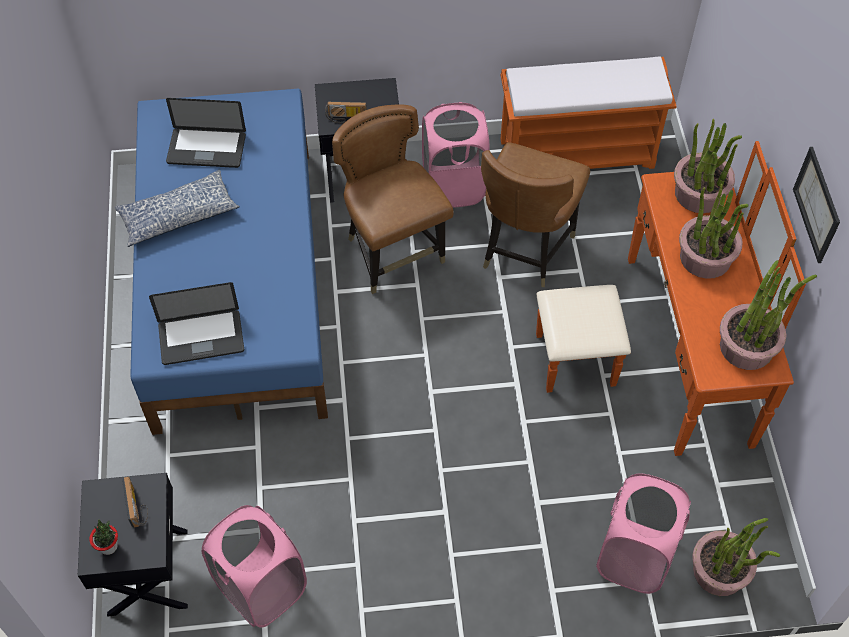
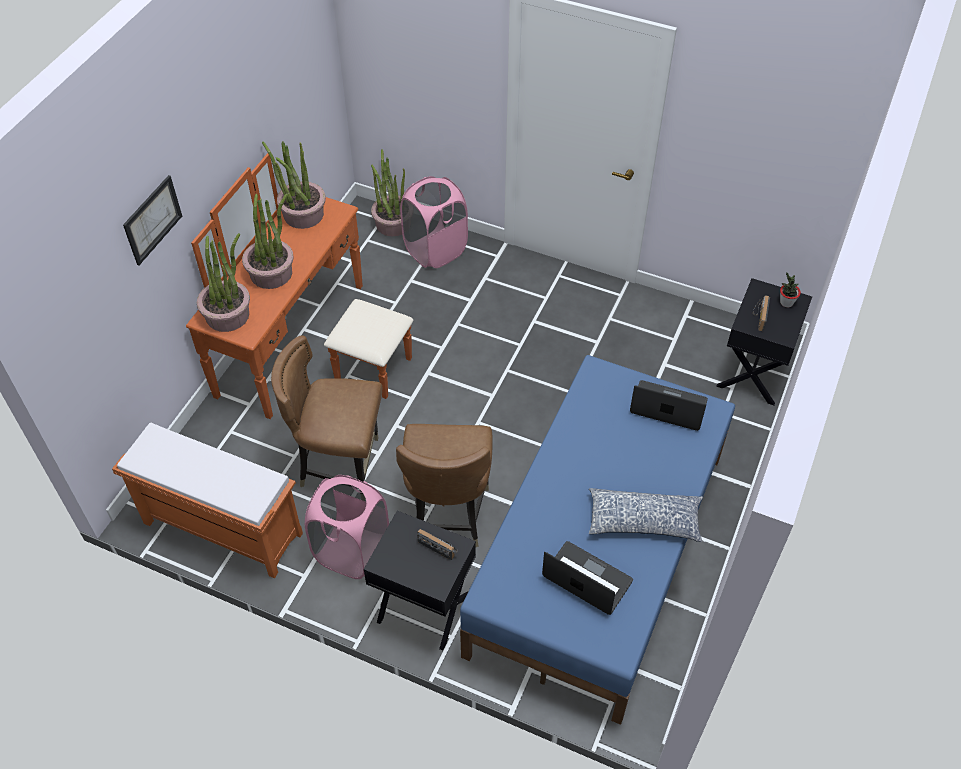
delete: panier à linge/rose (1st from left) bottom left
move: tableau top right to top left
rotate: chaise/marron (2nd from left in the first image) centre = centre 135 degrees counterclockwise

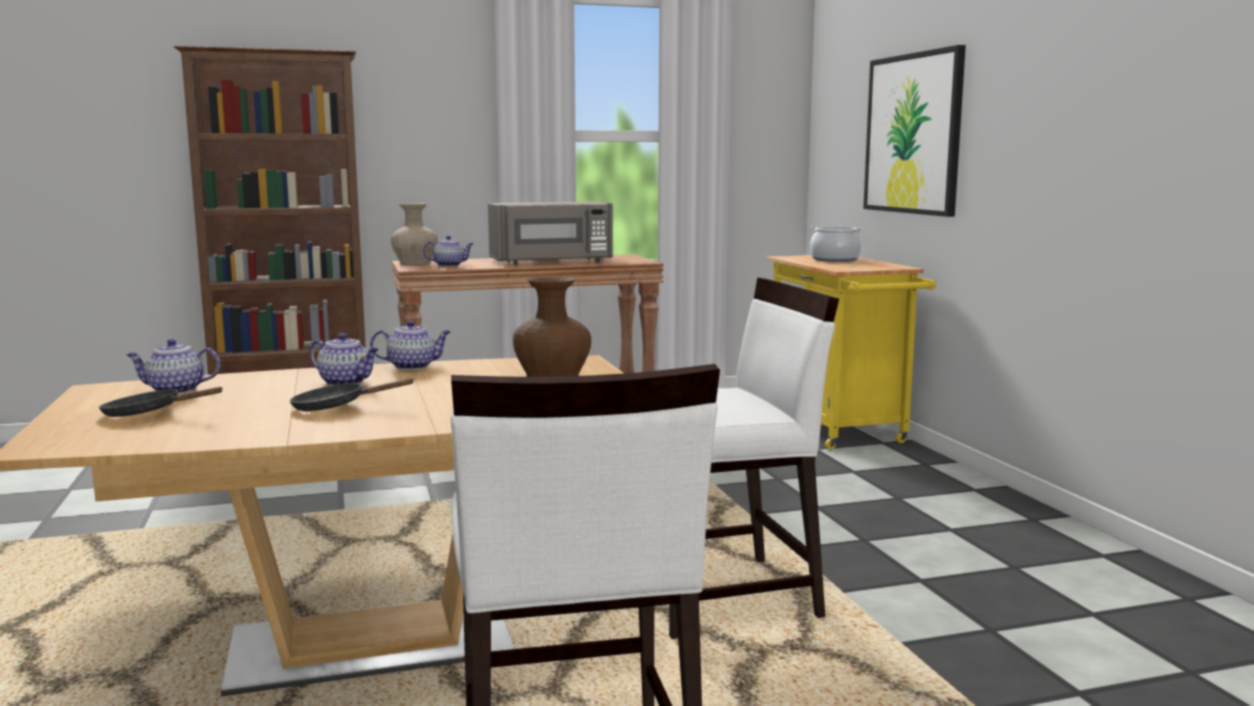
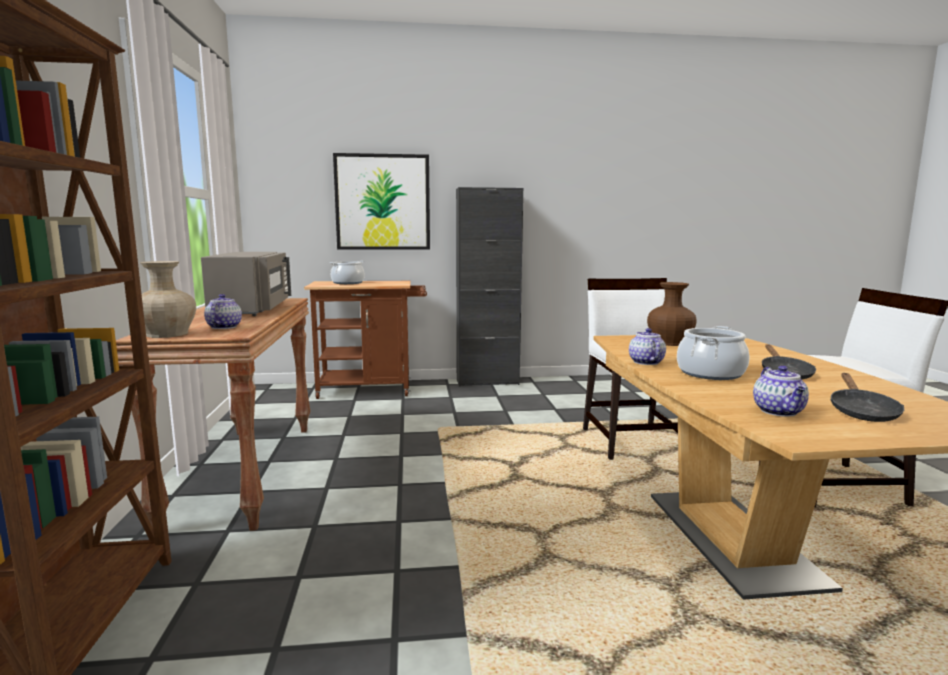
insert: meuble de rangement/noir centre
replace: théière (2nd from left) middle left to marmite (2nd from left) middle right
recolor: chariot/jaune middle right to chariot/marron centre

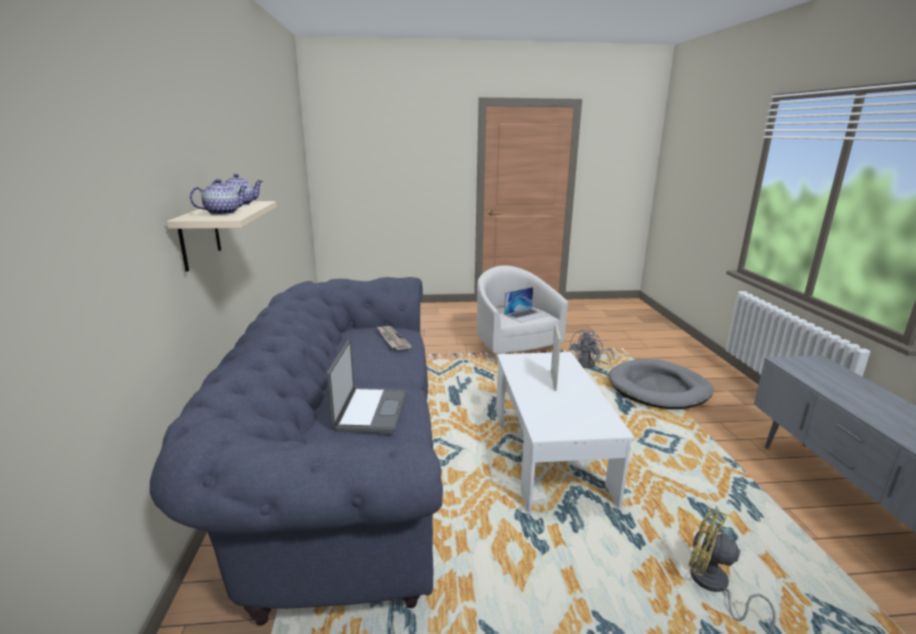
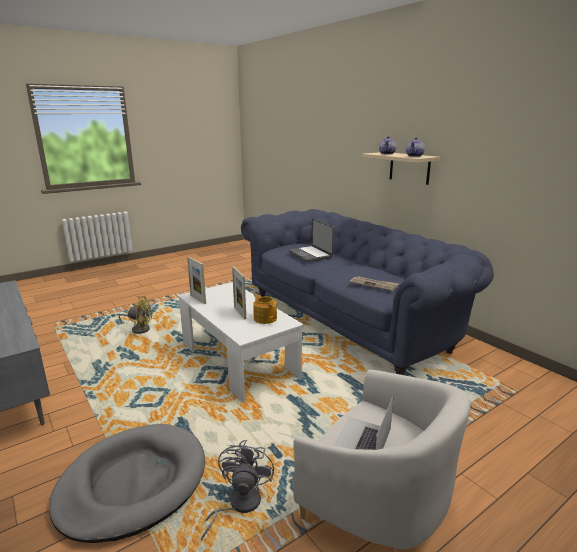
insert: cadre photo (1st from left) centre; théière (1st from left) centre

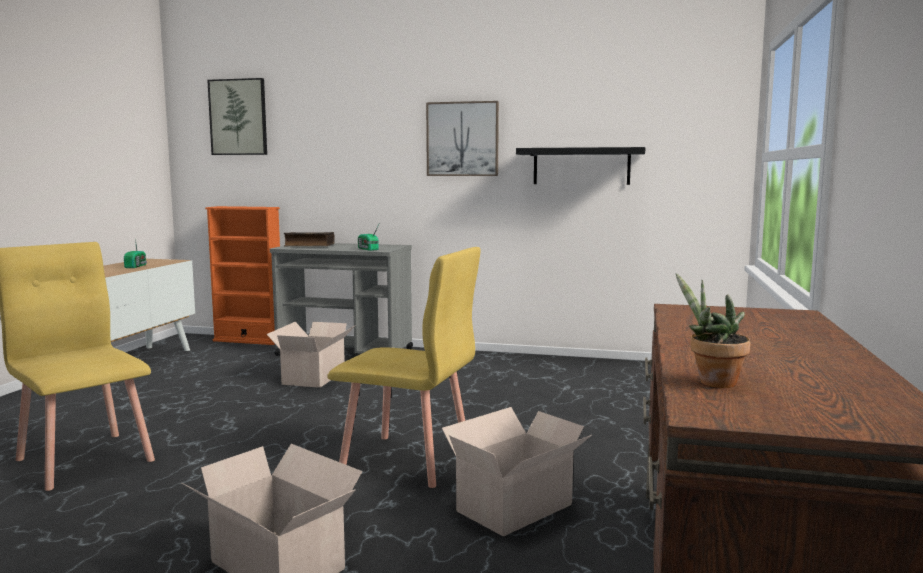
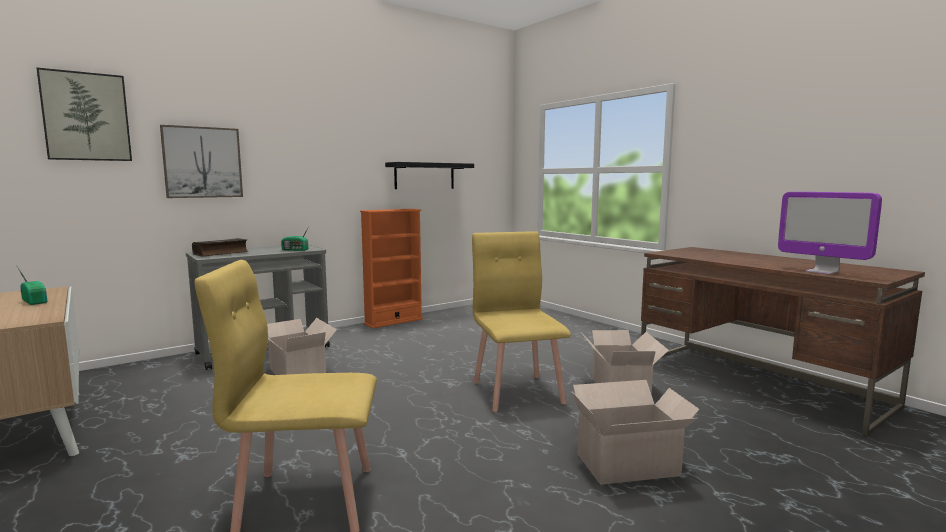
move: tableau (2nd from left) top centre to top left; bibliothèque/orange middle left to centre
replace: plante en pot middle right to écran d'ordinateur middle right
rotate: chaise/jaune (2nd from left) centre = centre 75 degrees counterclockwise

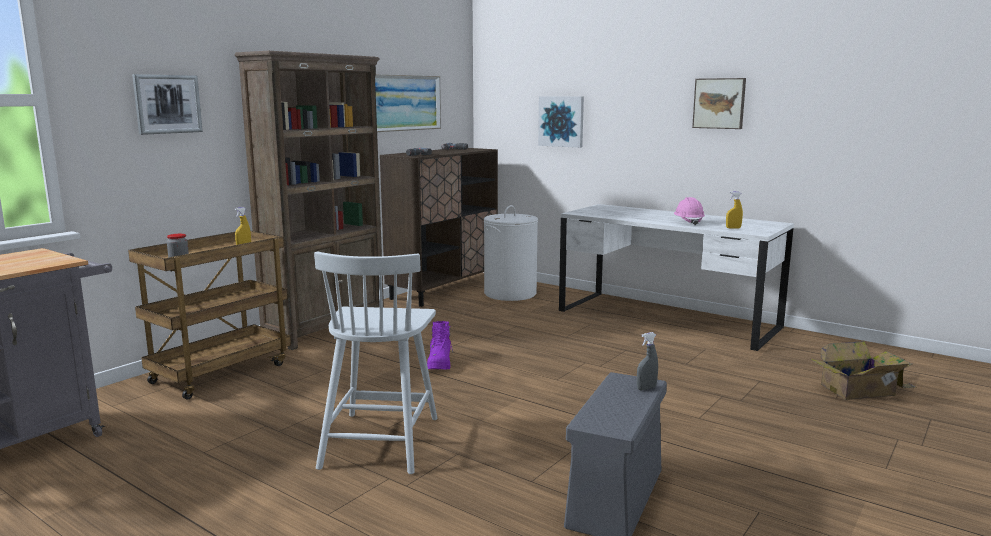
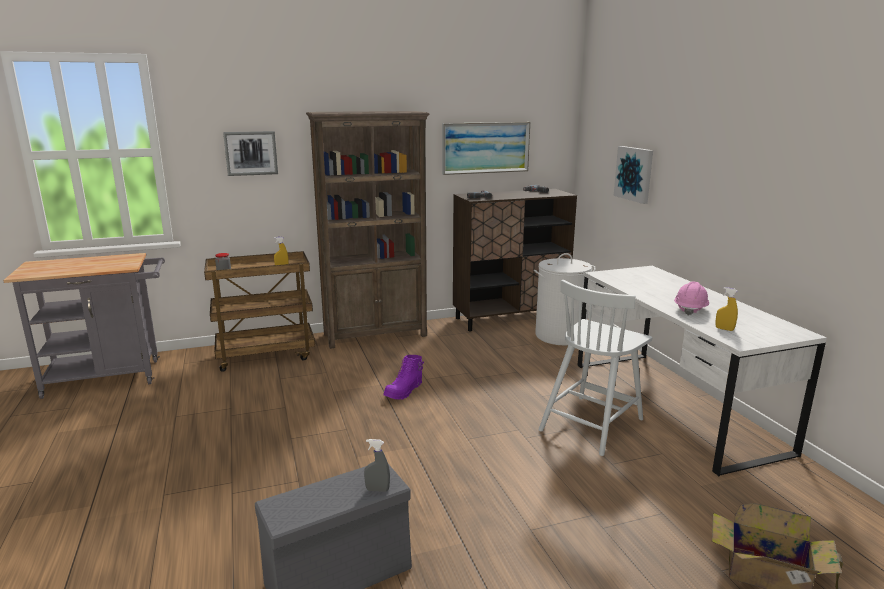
delete: tableau (4th from left) top right
move: chaise/blanc bottom centre to middle right

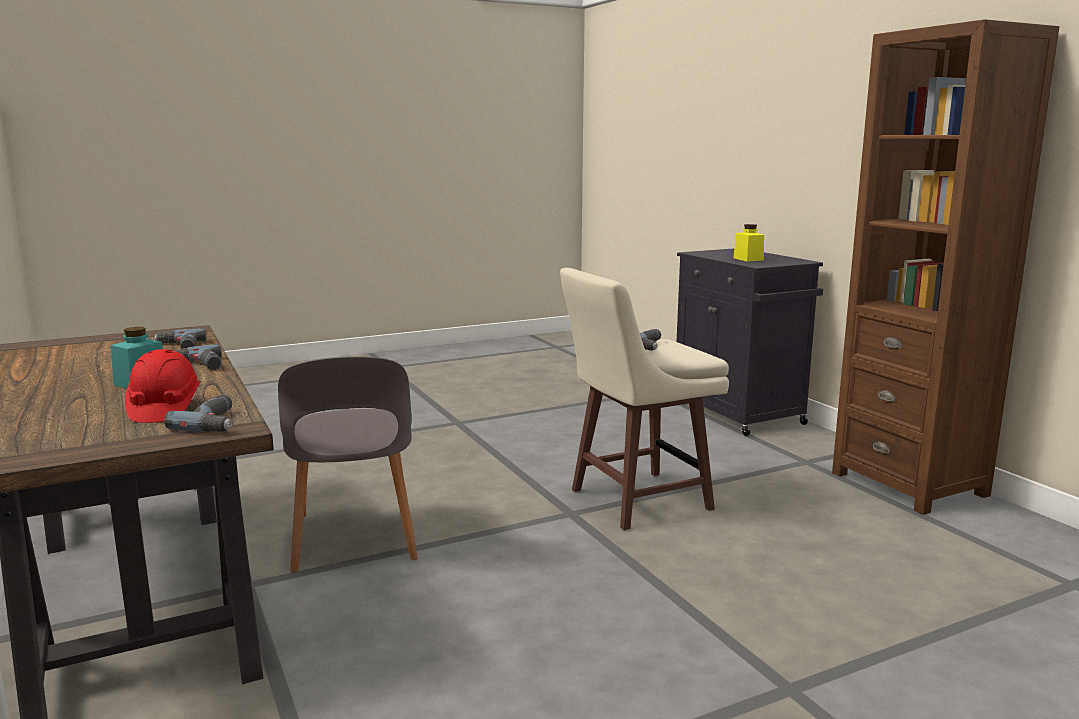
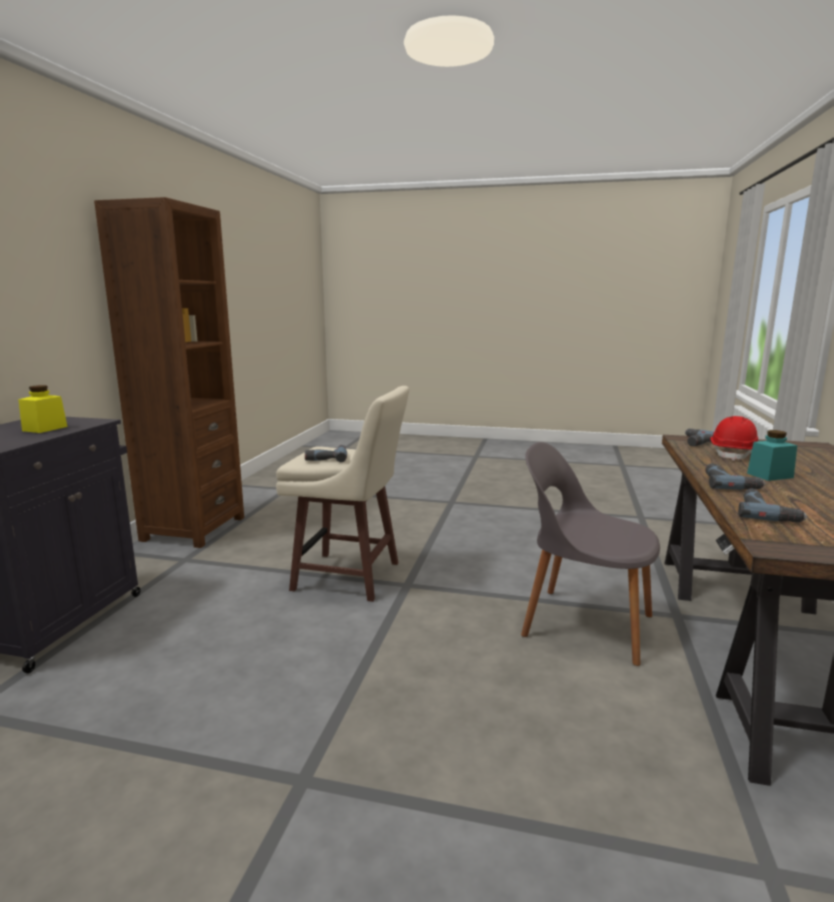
rotate: chaise/gris middle left = middle right 90 degrees counterclockwise

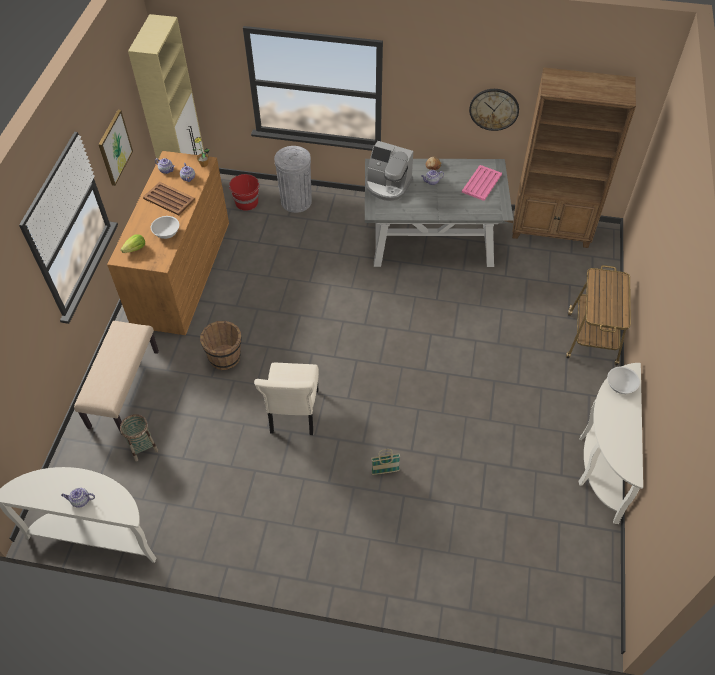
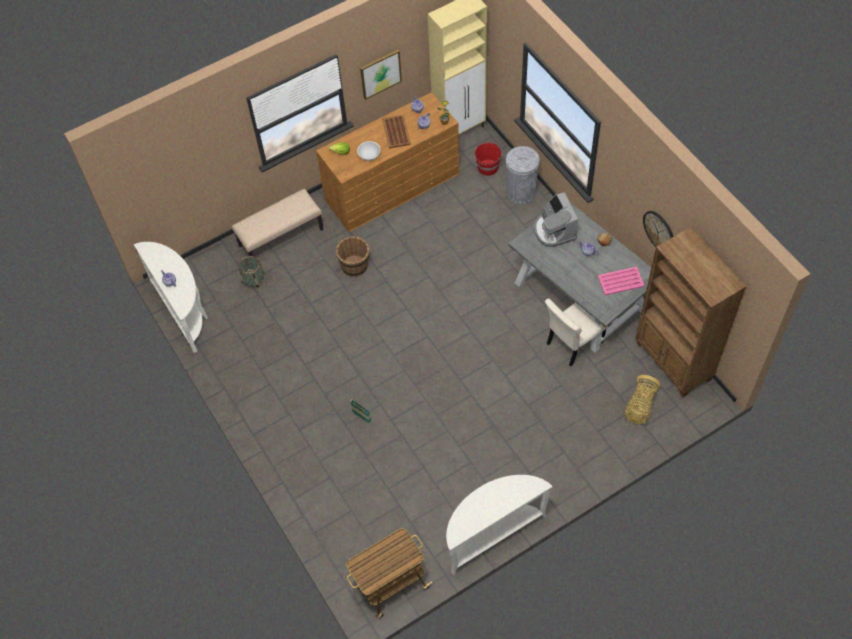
delete: bol/blanc (2nd from left) middle right
insert: panier (3rd from left) middle right
move: chariot middle right to bottom centre; chaise/beige centre to middle right

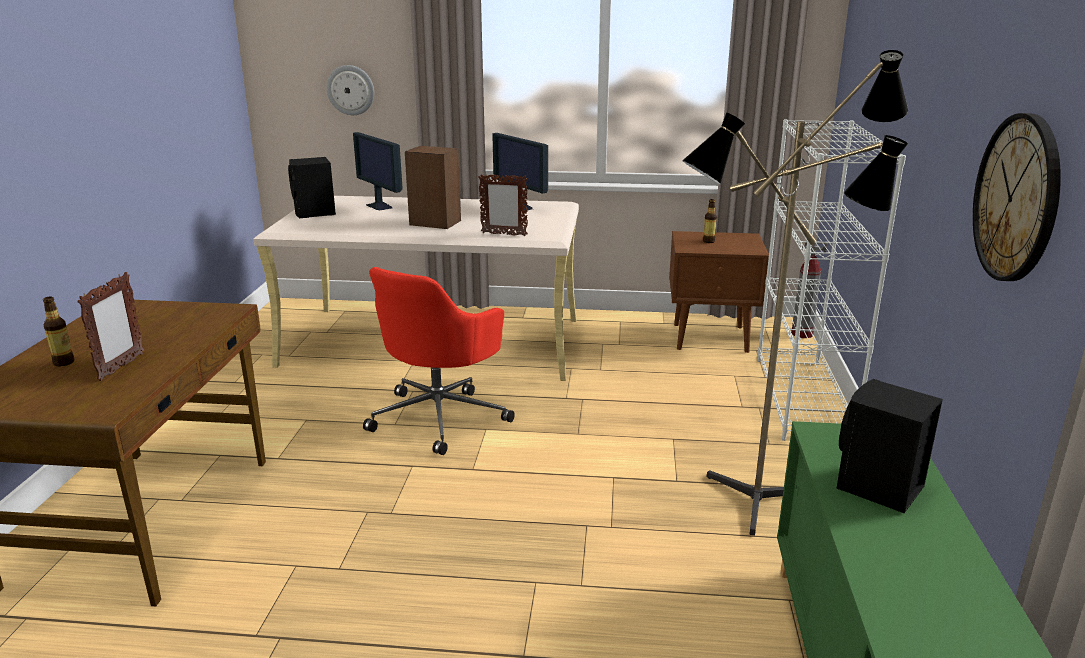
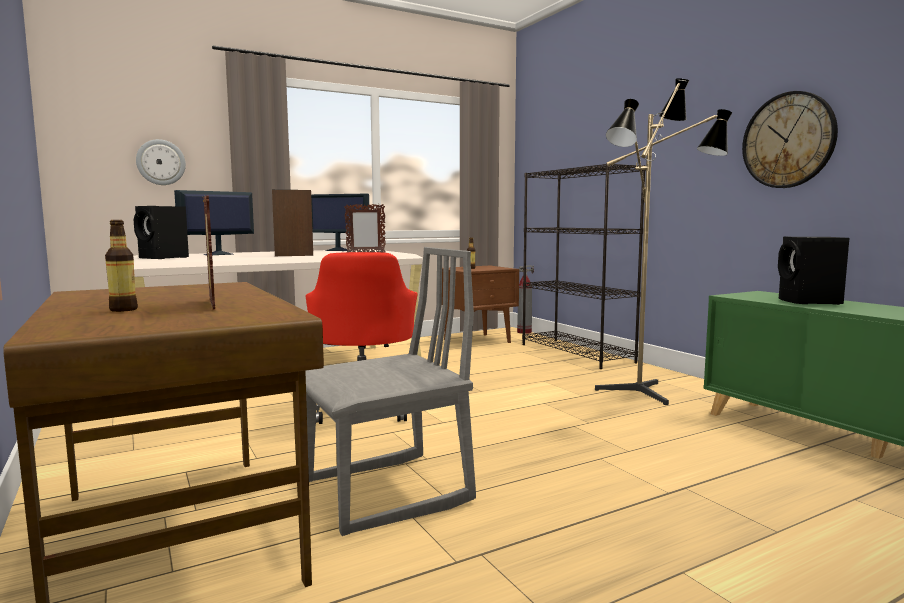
insert: chaise/gris centre
recolor: bibliothèque/blanc middle right to bibliothèque/noir centre
rotate: écran d'ordinateur (1st from left) top centre = middle left 120 degrees clockwise

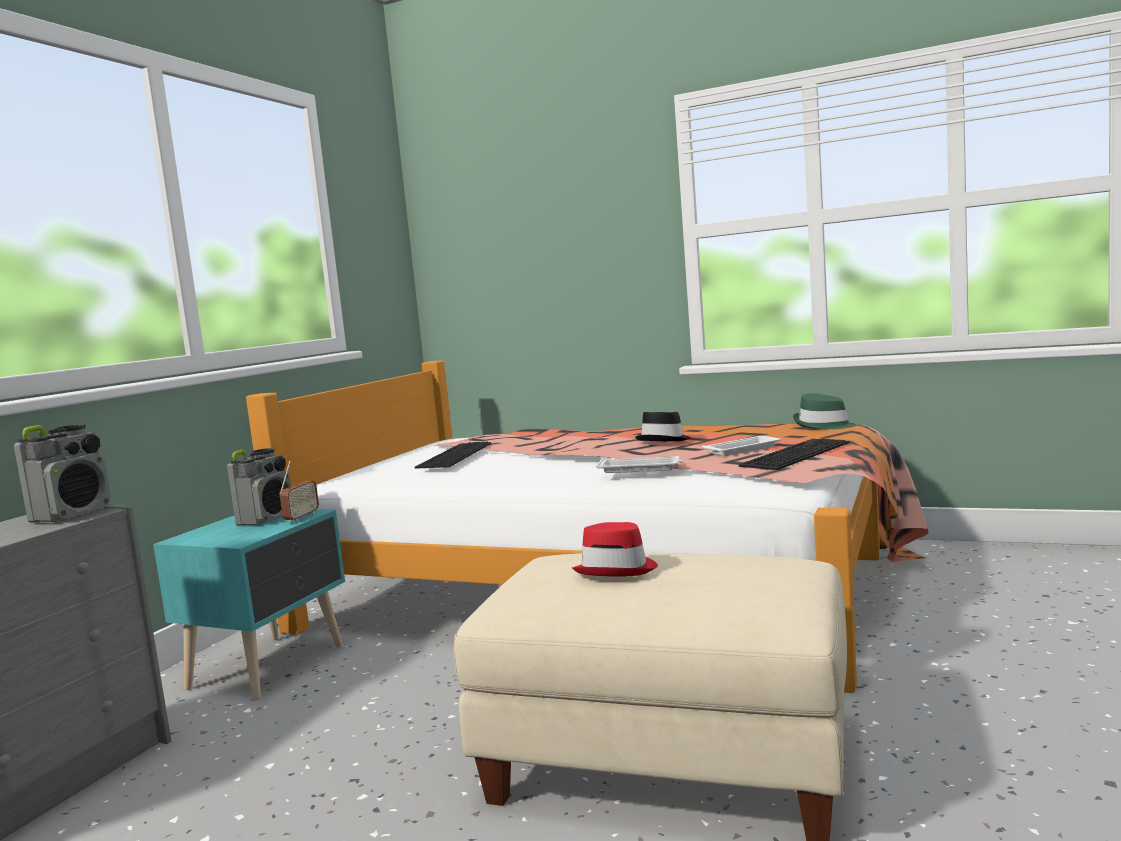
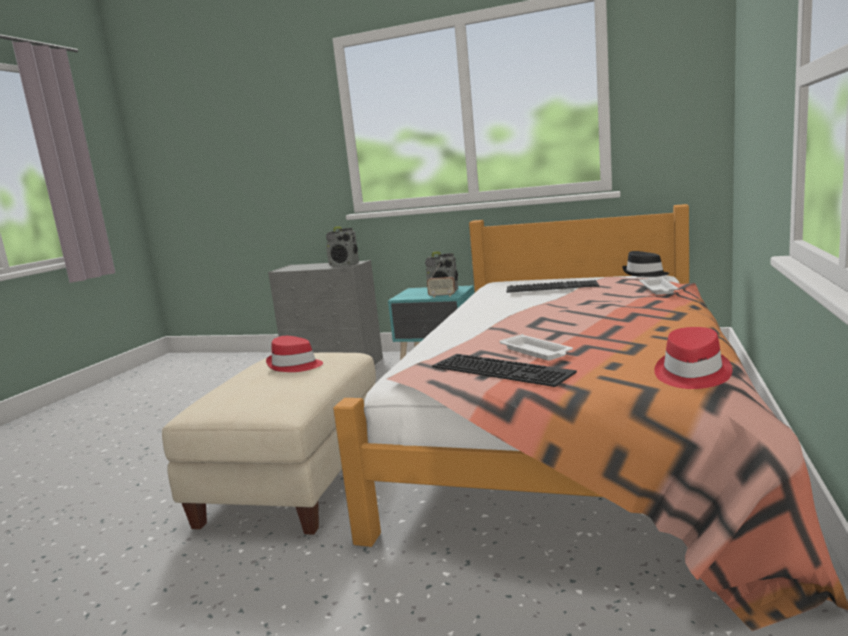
move: chapeau/noir centre to middle right; plateau/blanc (1st from left in the first image) centre to plateau/blanc (2nd from left) middle right
recolor: chapeau/vert middle right to chapeau/rouge (2nd from left) middle right

